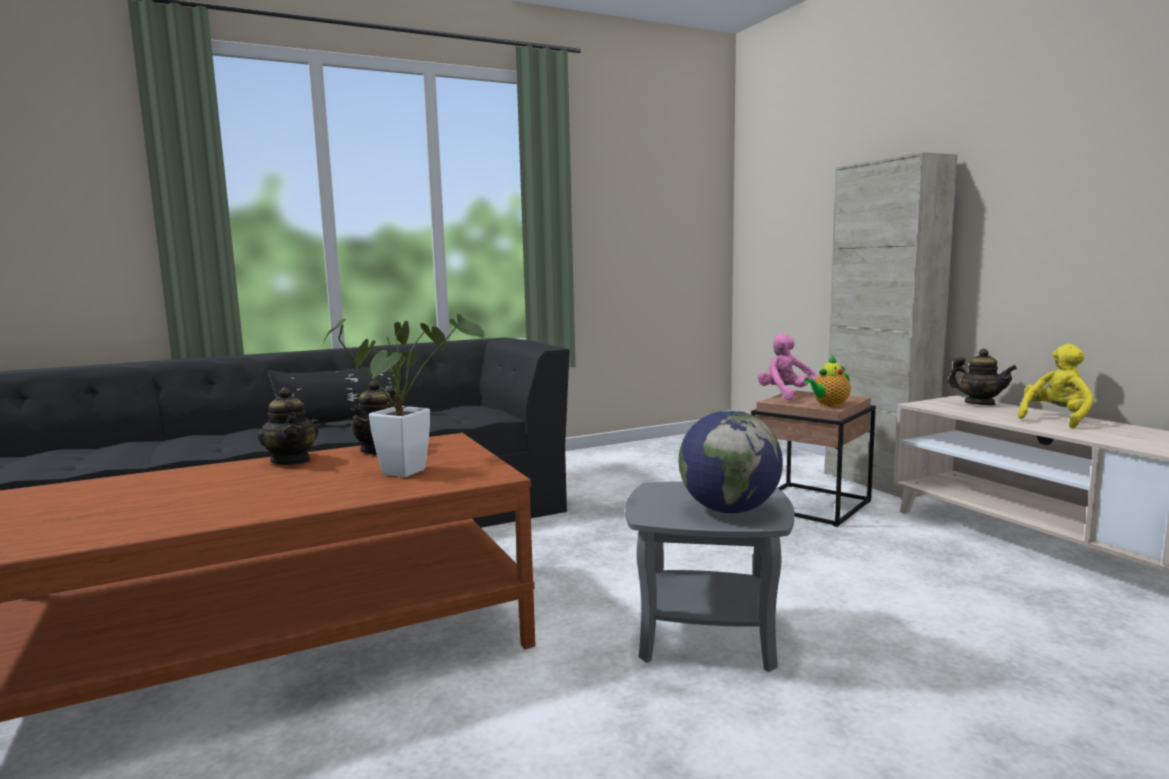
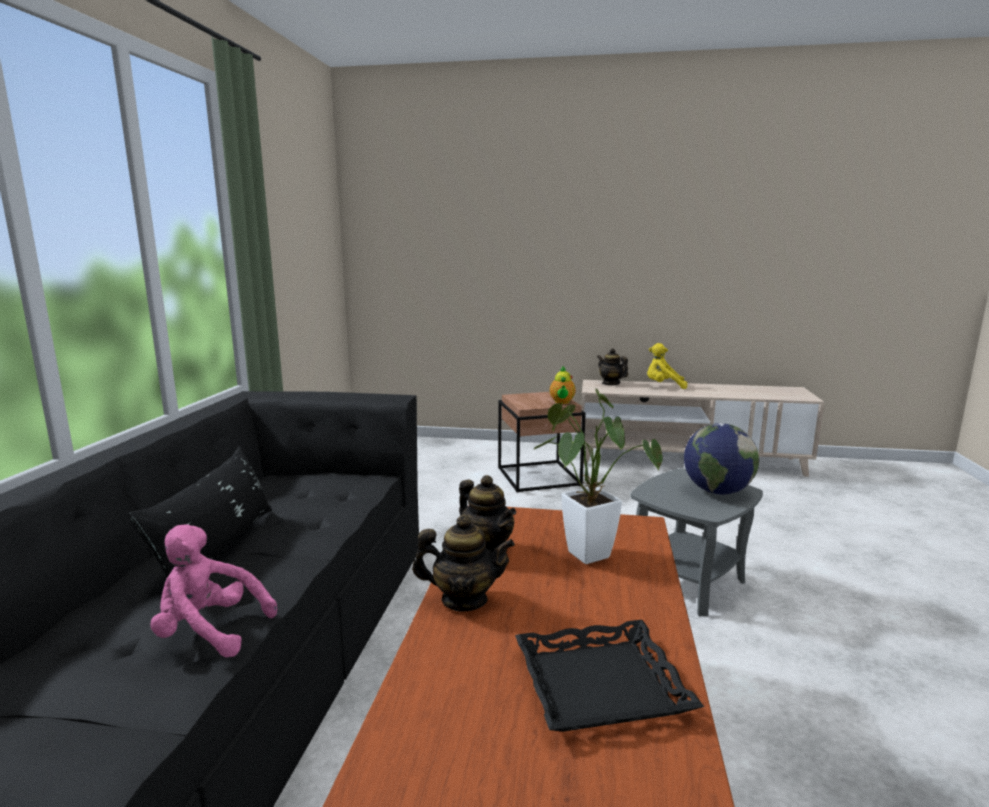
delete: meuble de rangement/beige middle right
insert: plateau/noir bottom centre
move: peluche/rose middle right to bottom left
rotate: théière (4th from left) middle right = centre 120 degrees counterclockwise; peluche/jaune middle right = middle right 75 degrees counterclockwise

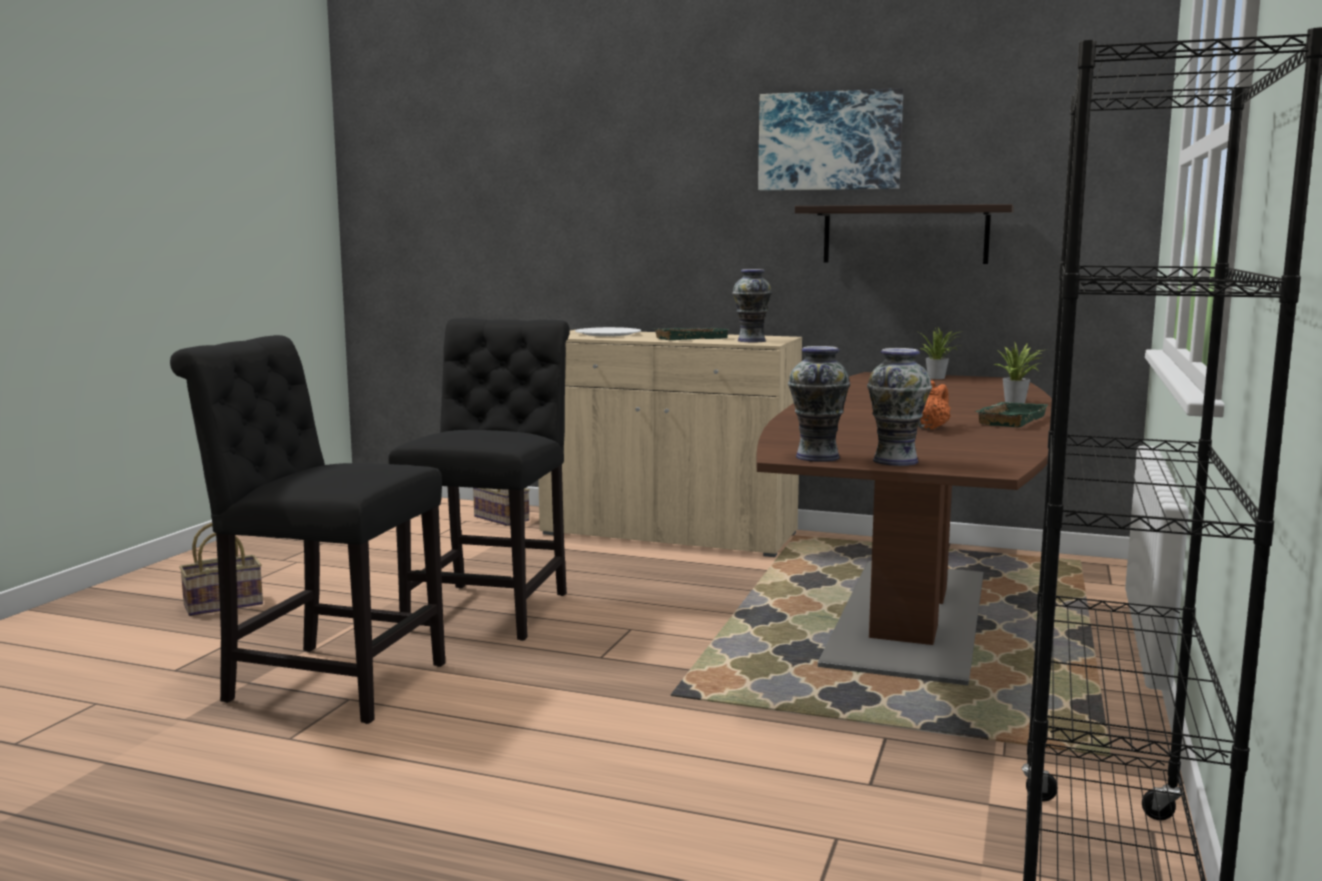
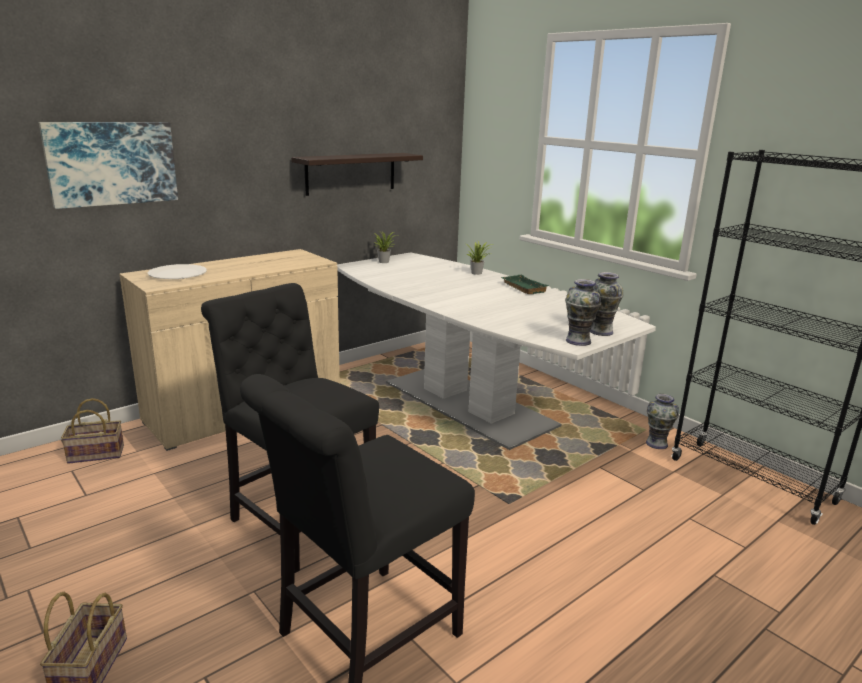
delete: plateau/vert (1st from left) centre; théière/orange middle right
move: tableau top centre to top left; vase (1st from left in the first image) centre to vase (3rd from left) middle right
recolor: table à manger/marron middle right to table à manger/blanc centre

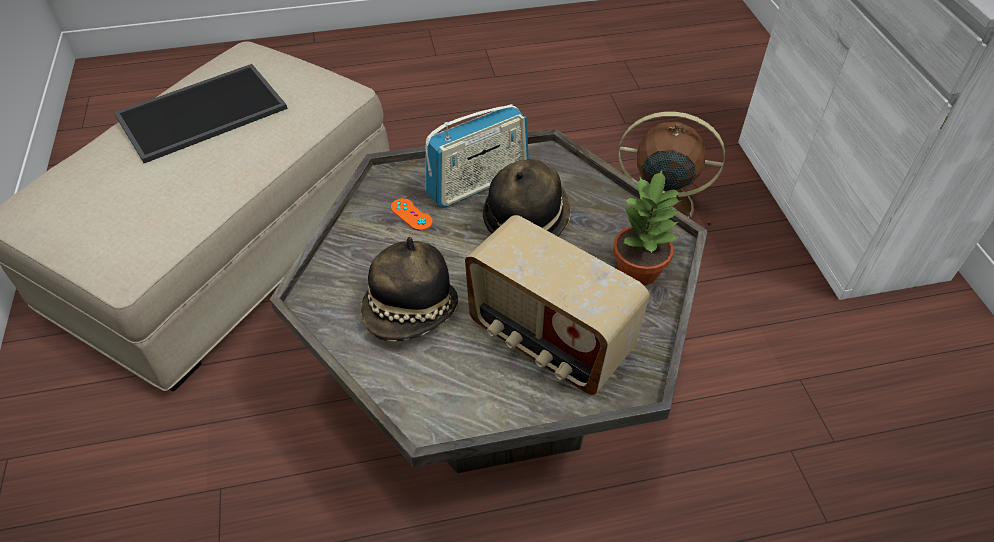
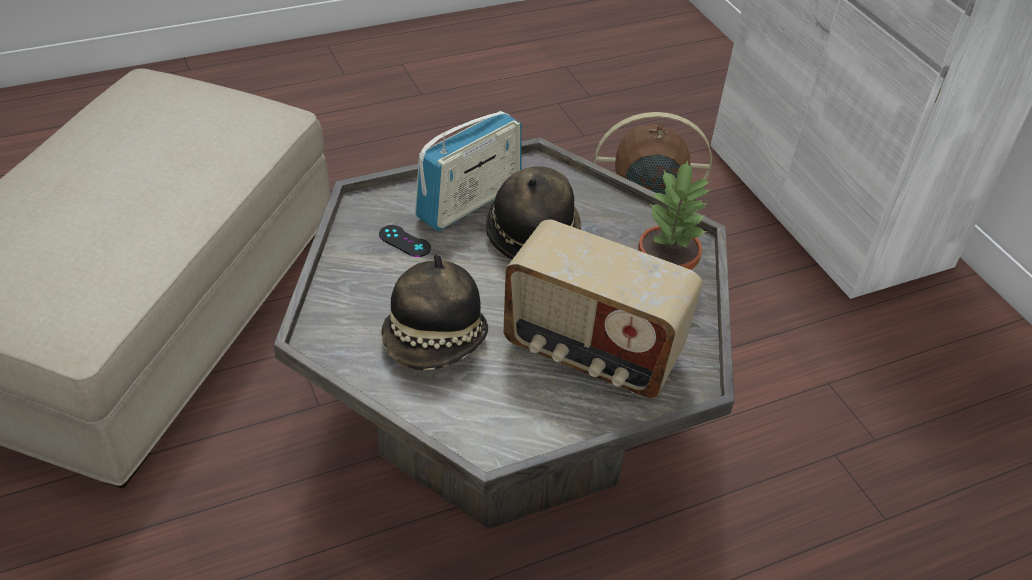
delete: plateau top left
recolor: manette/orange centre to manette/noir centre

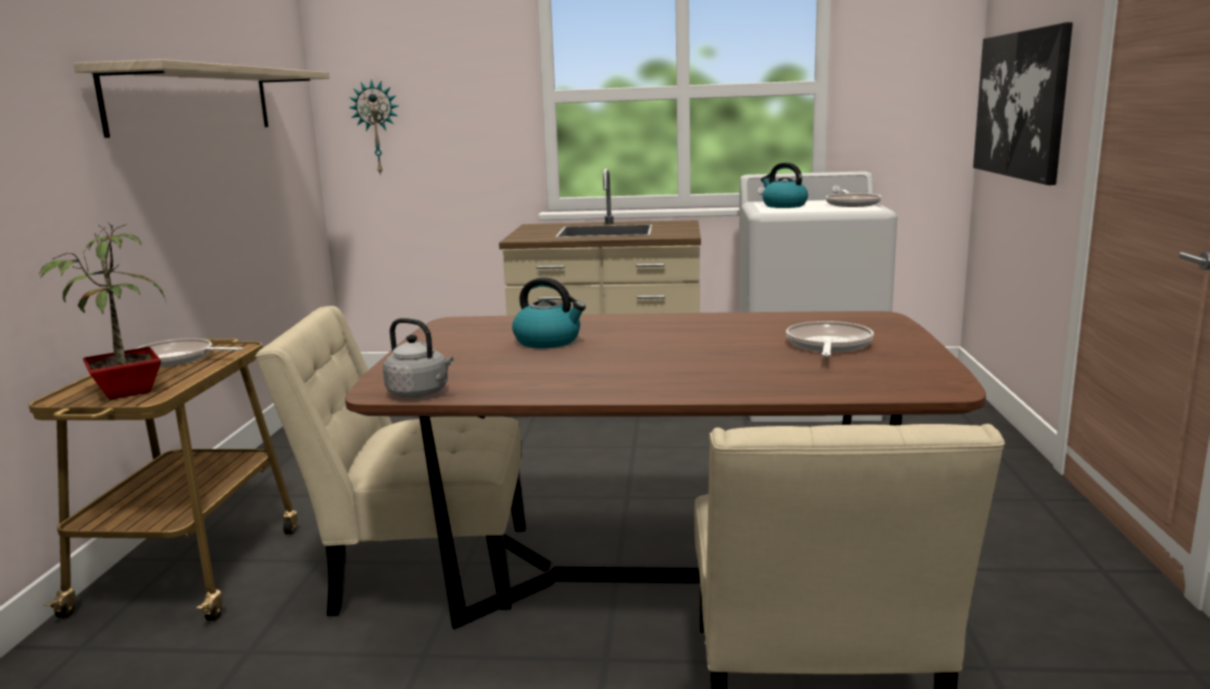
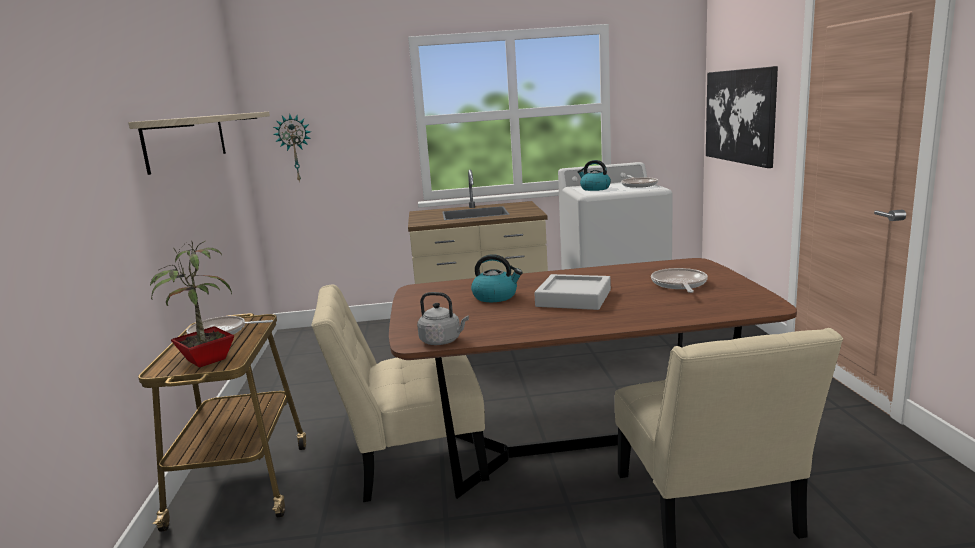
insert: plateau/gris centre

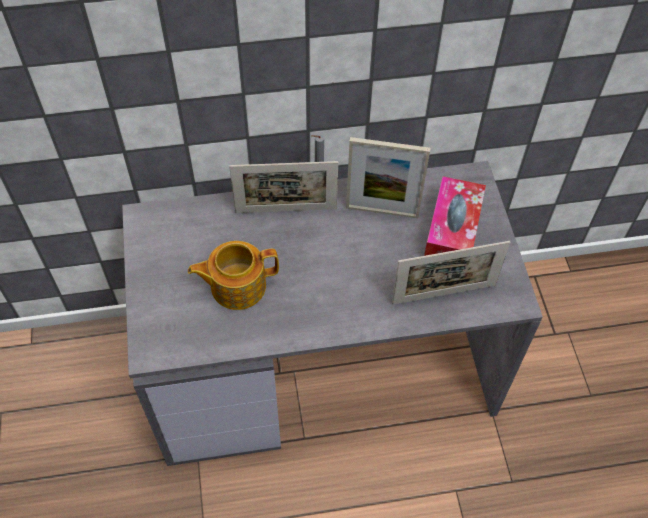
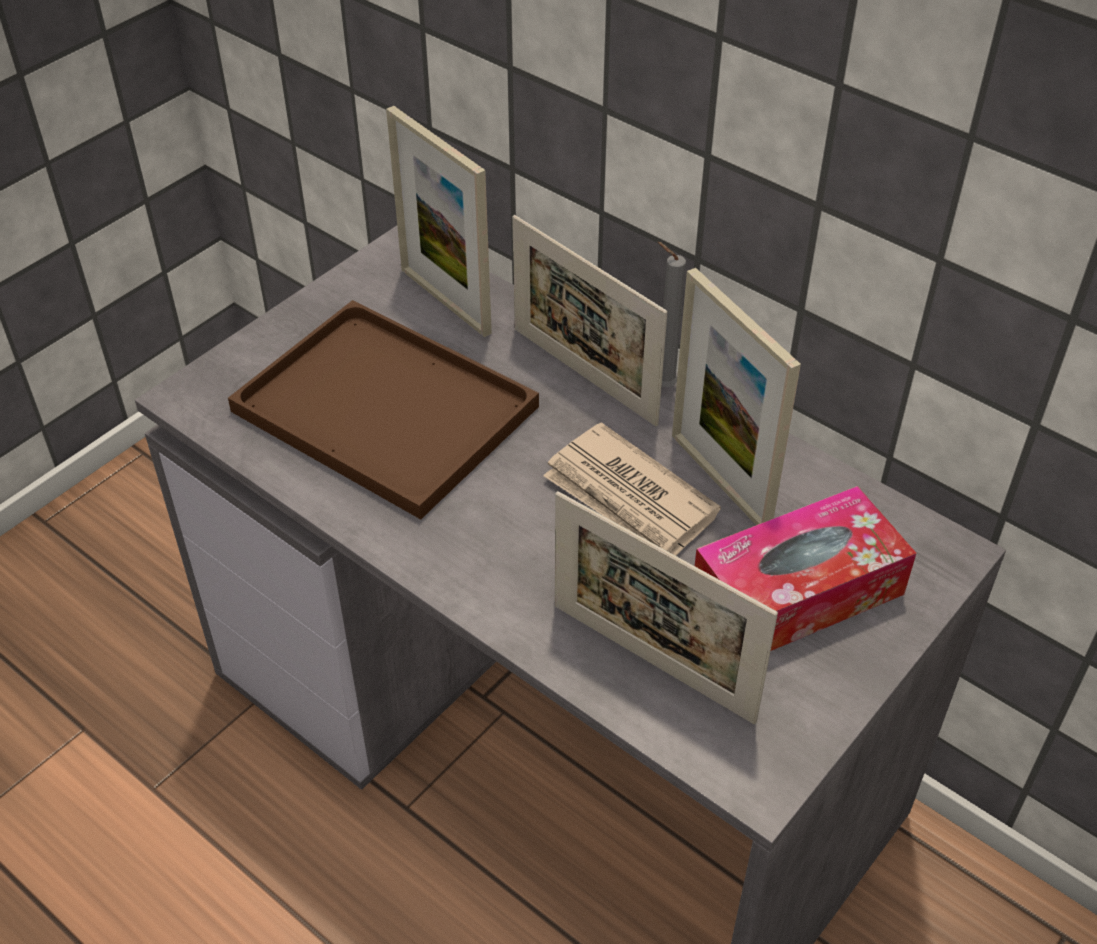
insert: cadre photo (1st from left) top centre; journal centre
replace: théière centre to plateau/marron centre

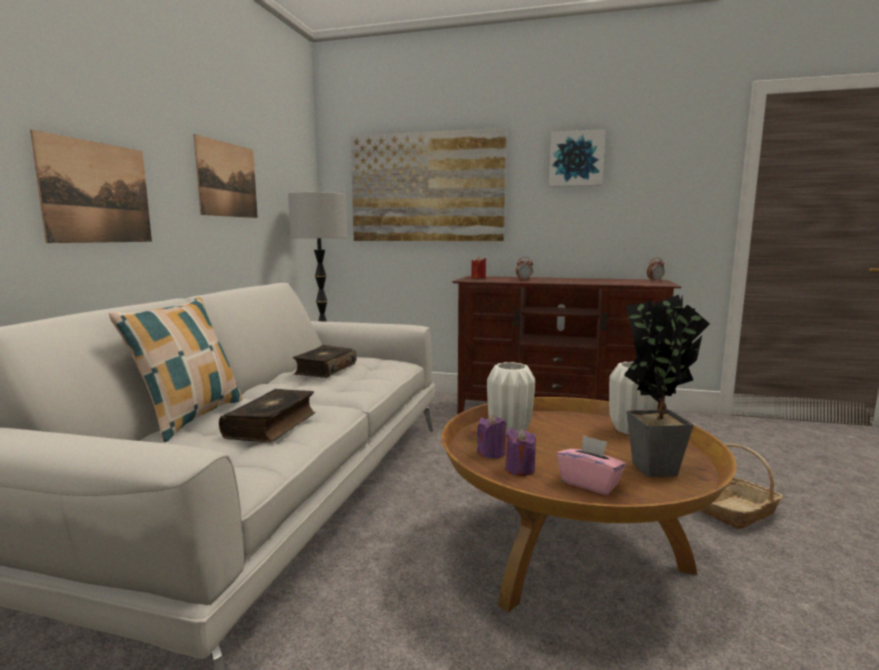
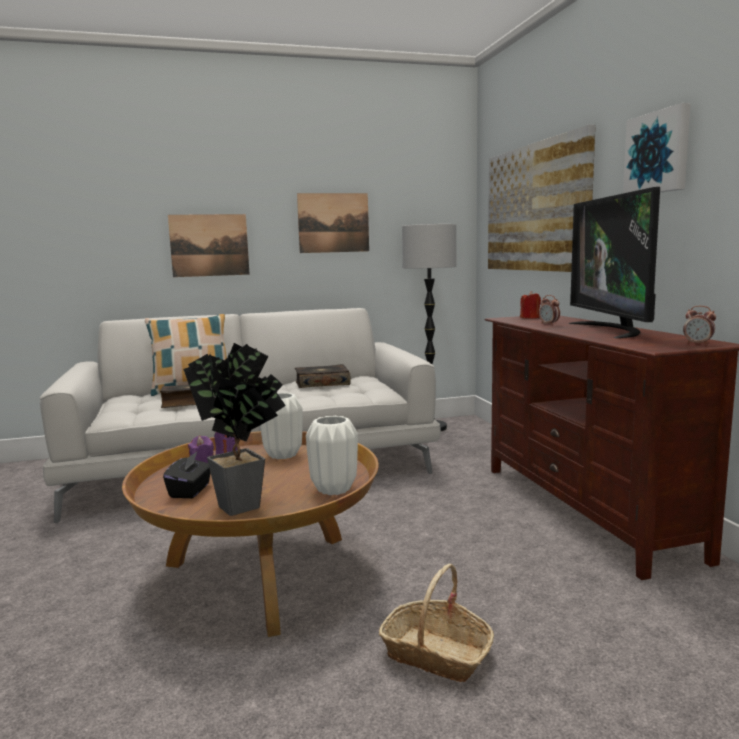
insert: téléviseur middle right
recolor: boîte à mouchoirs/rose bottom right to boîte à mouchoirs/noir middle left

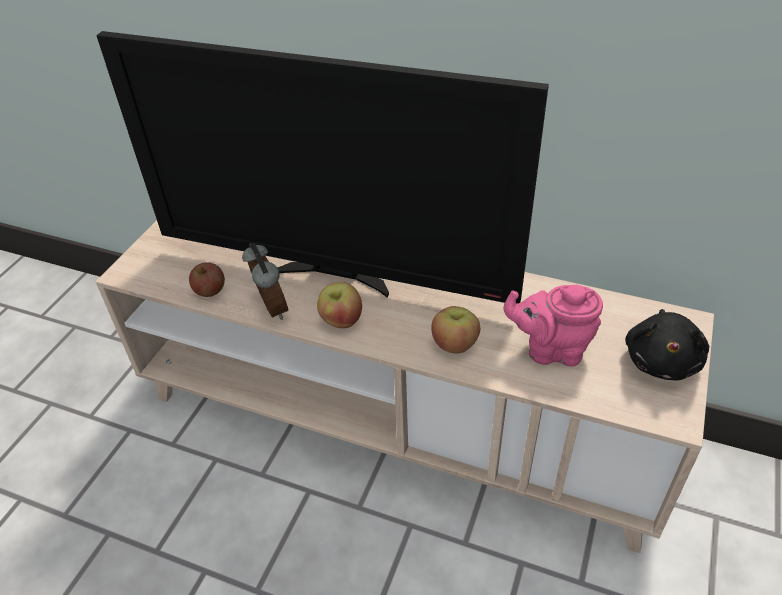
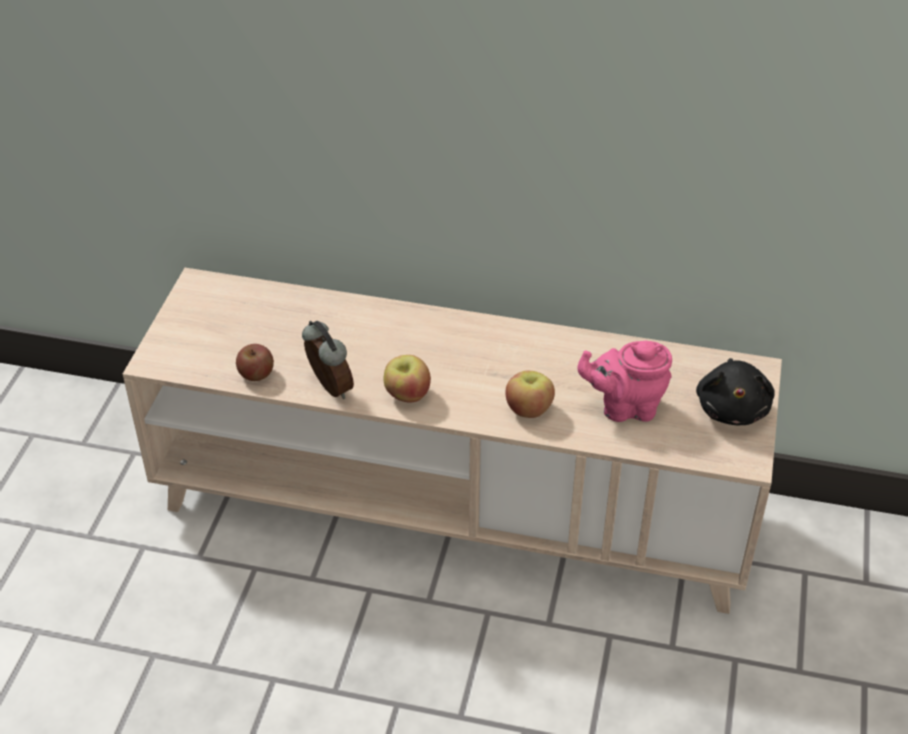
delete: téléviseur top centre

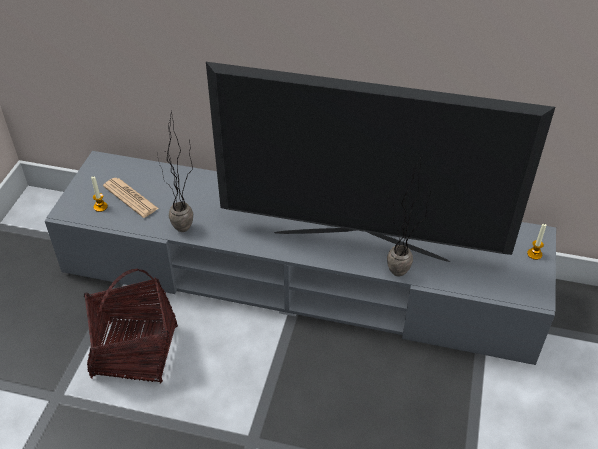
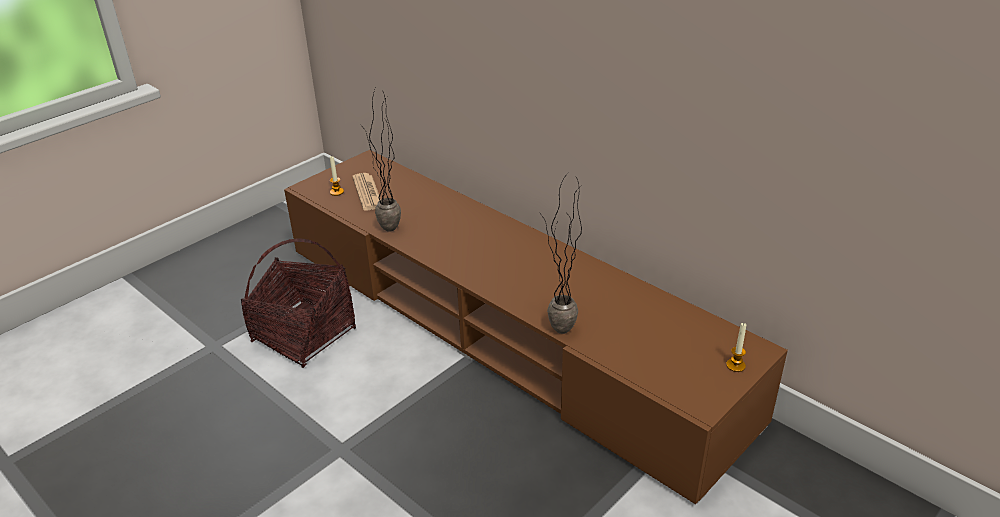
delete: téléviseur centre
recolor: meuble télé/gris centre to meuble télé/marron centre

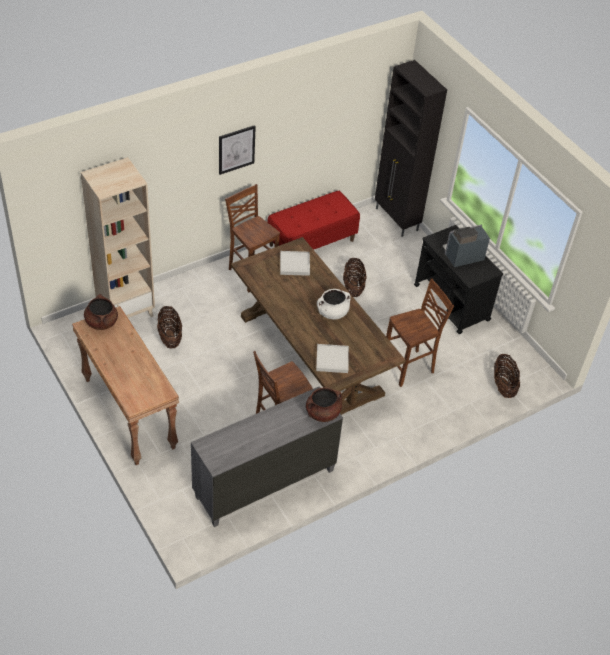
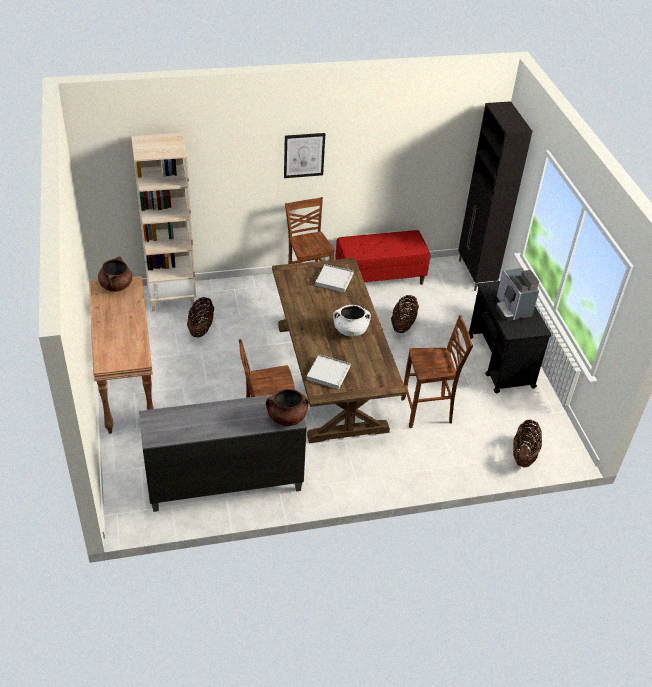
rotate: machine à café middle right = middle right 105 degrees counterclockwise

